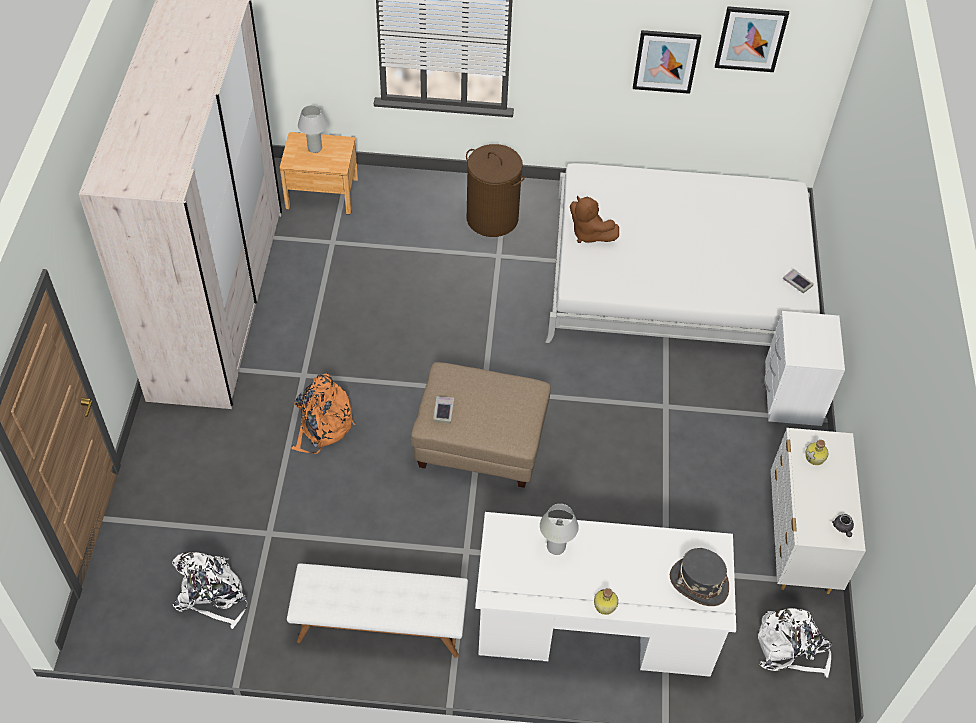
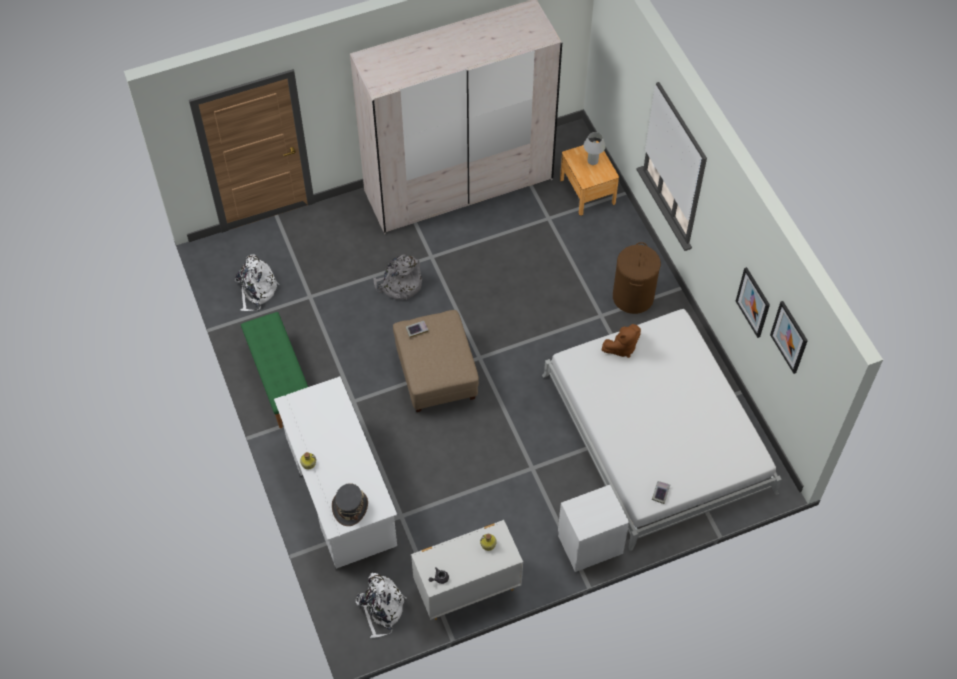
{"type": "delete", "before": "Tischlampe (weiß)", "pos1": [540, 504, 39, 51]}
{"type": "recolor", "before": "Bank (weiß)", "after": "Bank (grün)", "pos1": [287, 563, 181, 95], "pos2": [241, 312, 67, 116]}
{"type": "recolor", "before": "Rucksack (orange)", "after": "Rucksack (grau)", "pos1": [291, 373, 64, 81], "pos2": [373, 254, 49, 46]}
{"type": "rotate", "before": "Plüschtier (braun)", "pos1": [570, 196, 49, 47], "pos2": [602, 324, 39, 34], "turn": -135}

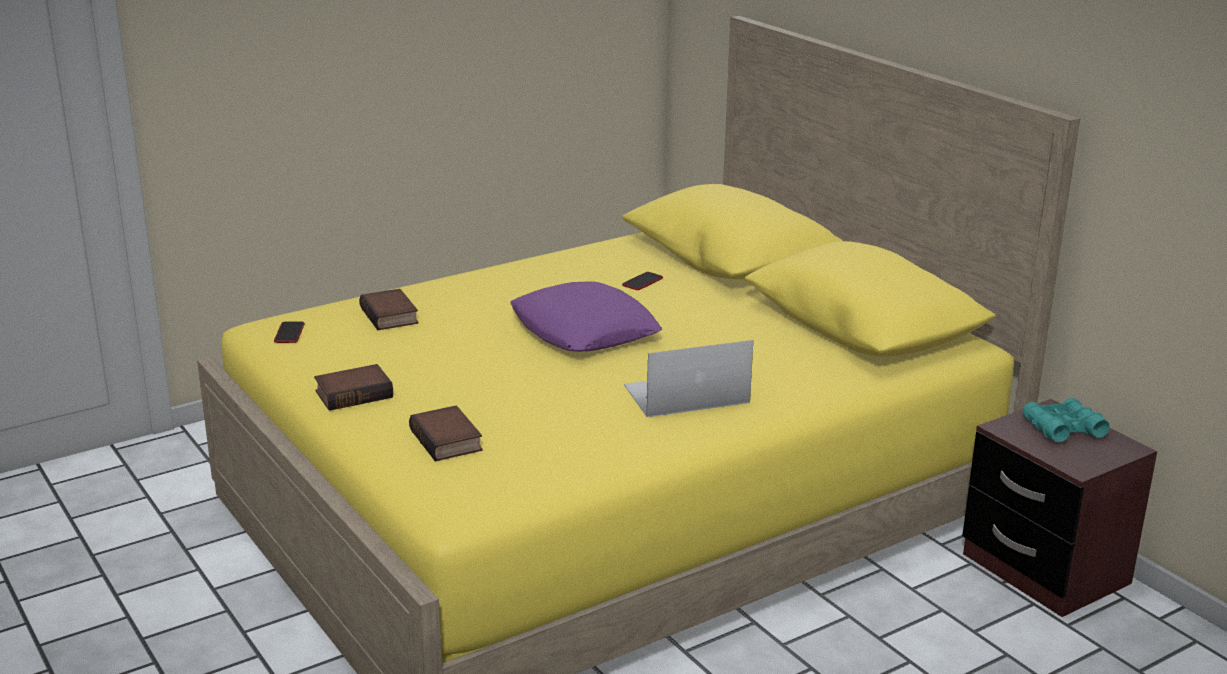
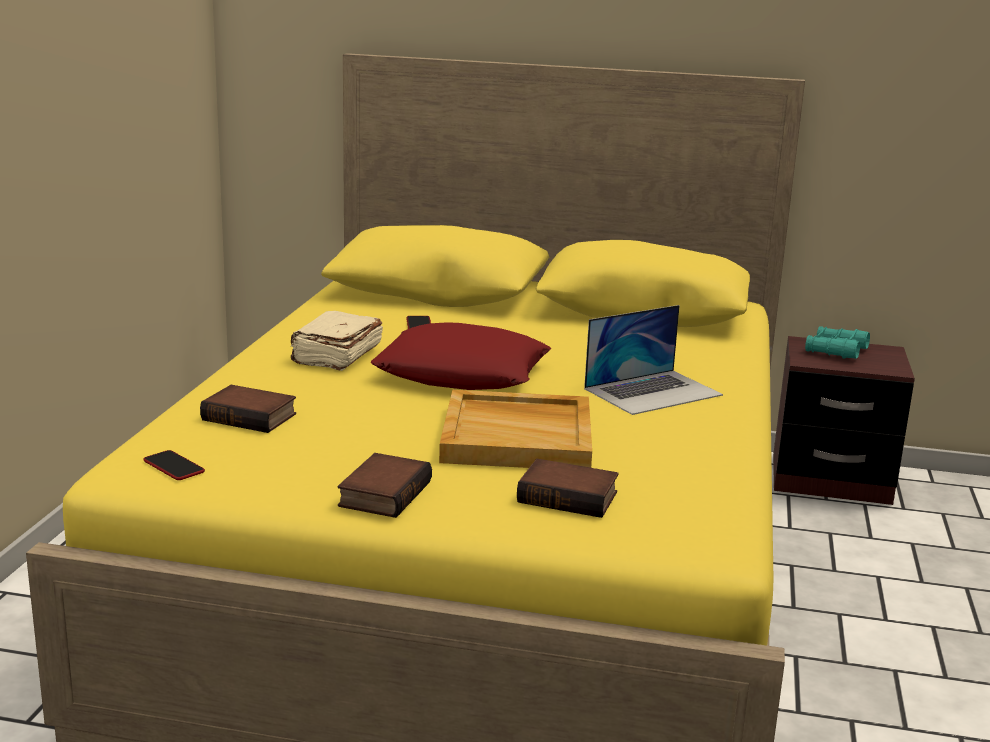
{"type": "insert", "after": "Buch (beige)", "pos2": [290, 311, 93, 60]}
{"type": "insert", "after": "Tablett (beige)", "pos2": [439, 390, 153, 78]}
{"type": "recolor", "before": "Kissen (lila)", "after": "Kissen (rot)", "pos1": [510, 281, 153, 70], "pos2": [370, 322, 181, 68]}
{"type": "rotate", "before": "Laptop", "pos1": [624, 340, 129, 77], "pos2": [584, 305, 139, 110], "turn": -150}

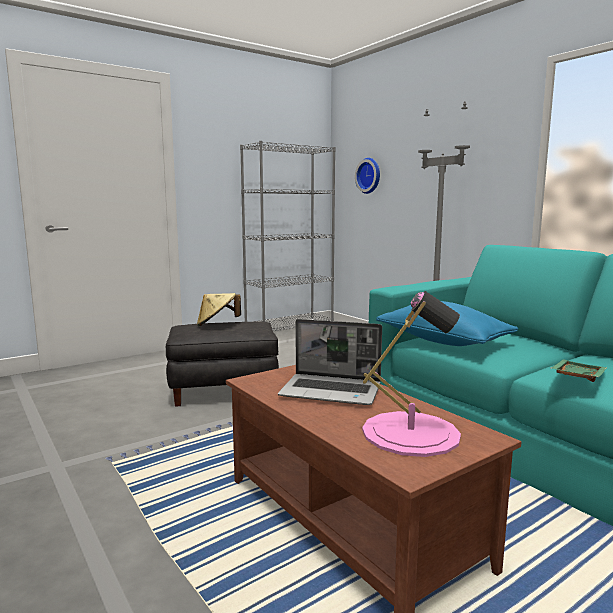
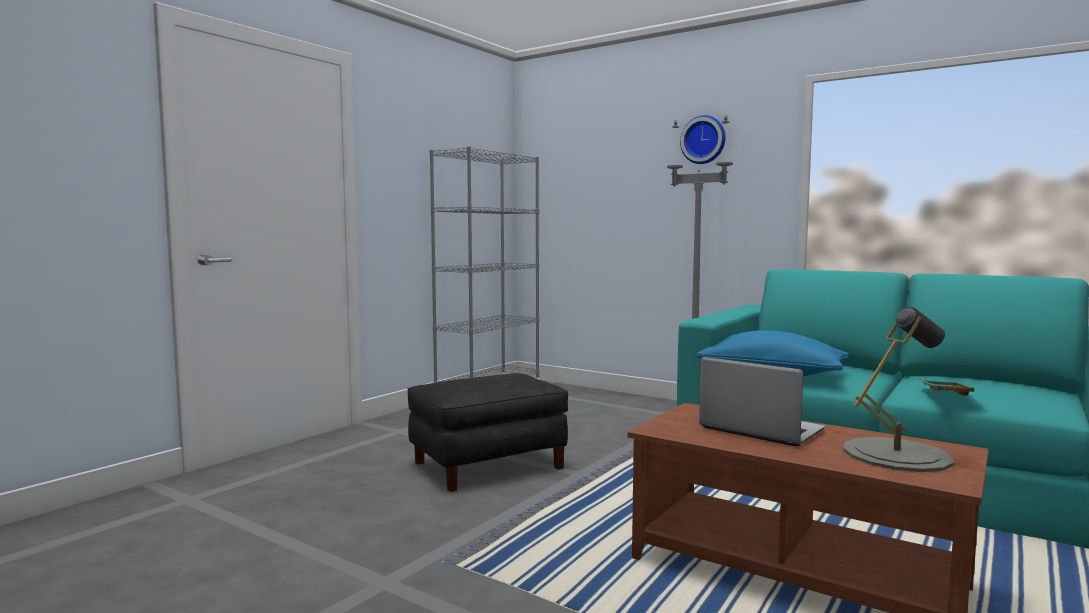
{"type": "delete", "before": "Hut (beige)", "pos1": [197, 293, 44, 34]}
{"type": "move", "before": "Wanduhr", "pos1": [355, 158, 25, 36], "pos2": [680, 115, 46, 49]}
{"type": "recolor", "before": "Tischlampe (rosa)", "after": "Tischlampe (grau)", "pos1": [362, 291, 99, 166], "pos2": [843, 307, 111, 165]}
{"type": "rotate", "before": "Laptop", "pos1": [278, 319, 104, 86], "pos2": [699, 357, 126, 89], "turn": -135}

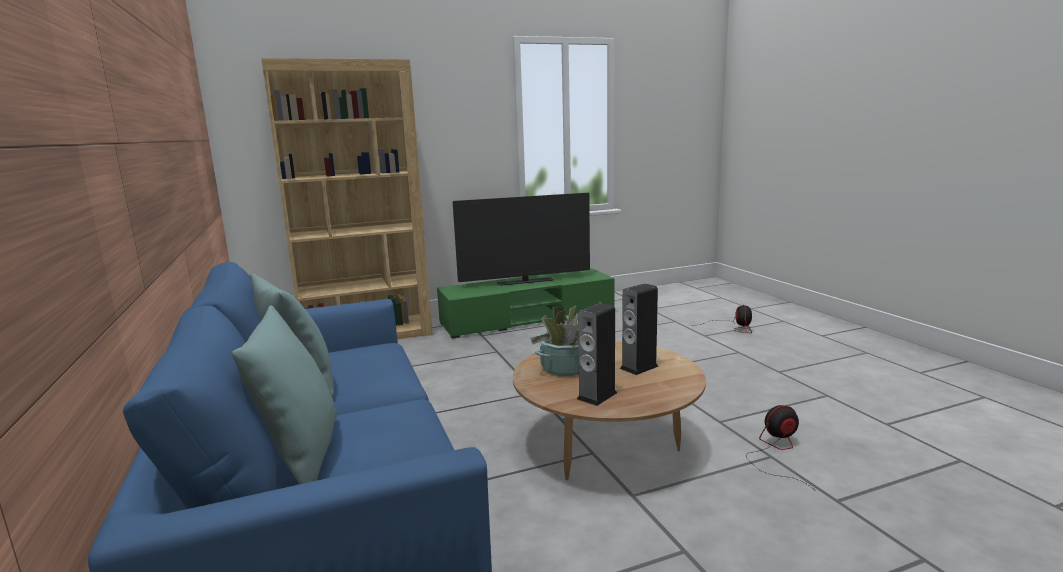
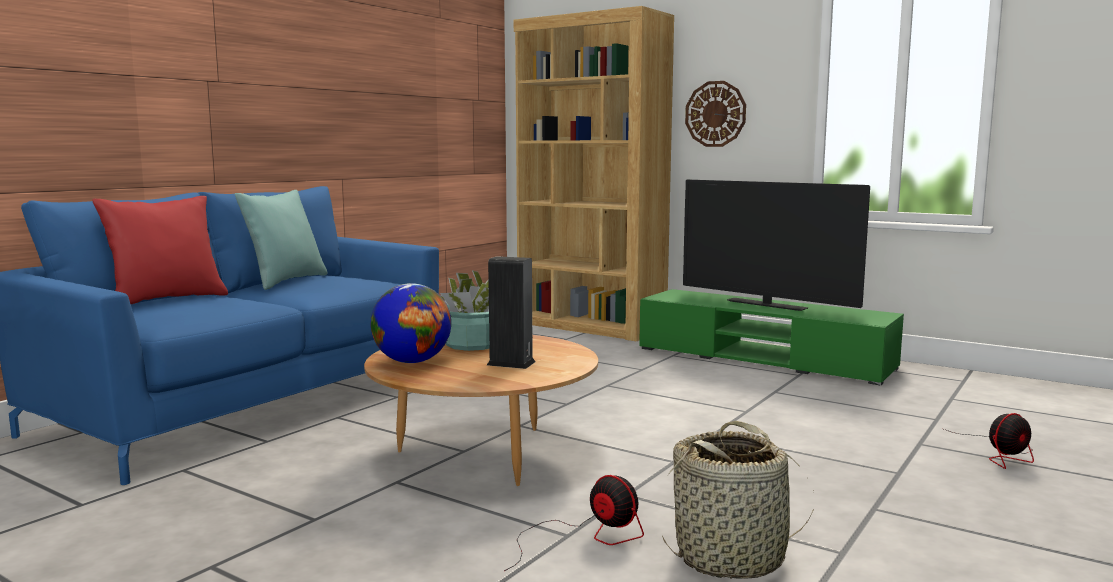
{"type": "insert", "after": "Korb", "pos2": [662, 421, 152, 158]}
{"type": "insert", "after": "Wanduhr", "pos2": [685, 81, 61, 66]}
{"type": "replace", "before": "Lautsprecher", "after": "Globus", "pos1": [577, 303, 40, 103], "pos2": [370, 283, 81, 80]}
{"type": "recolor", "before": "Kissen (türkis)", "after": "Kissen (rot)", "pos1": [232, 305, 105, 179], "pos2": [92, 196, 136, 108]}

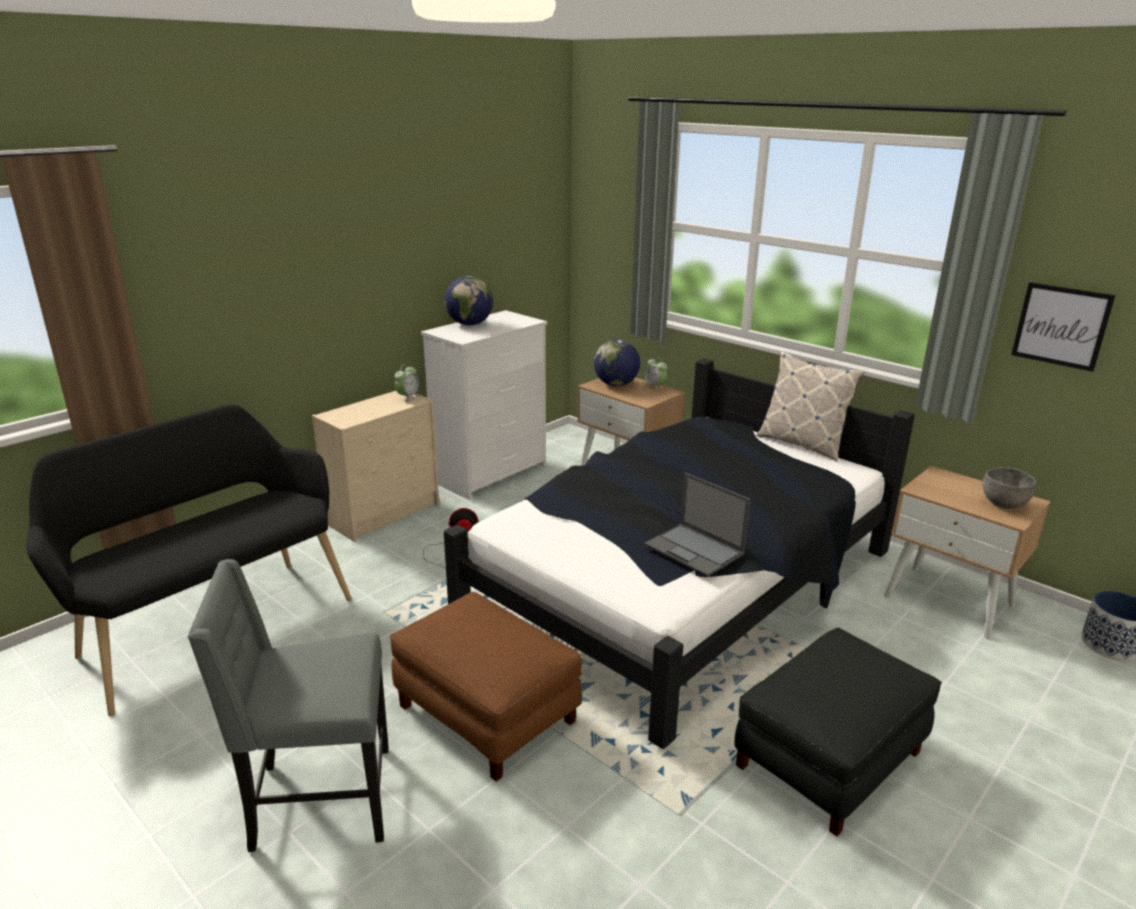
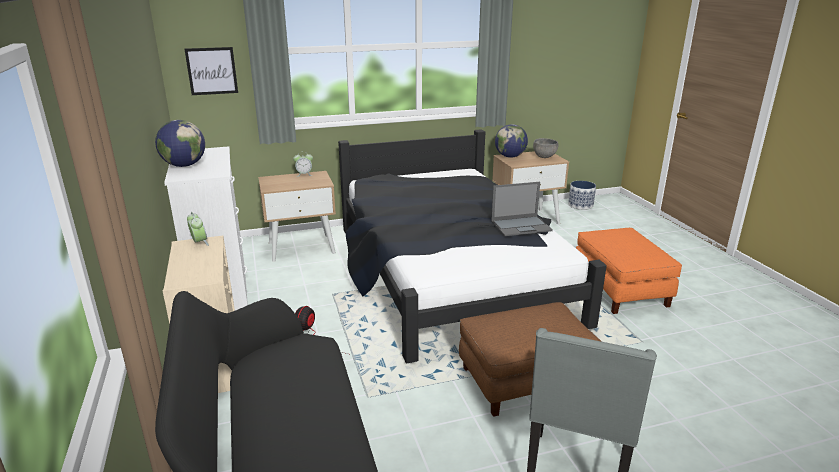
{"type": "delete", "before": "Kissen", "pos1": [756, 351, 109, 111]}
{"type": "move", "before": "Globus", "pos1": [594, 339, 46, 47], "pos2": [495, 124, 33, 34]}
{"type": "move", "before": "Bild", "pos1": [1011, 282, 104, 90], "pos2": [185, 47, 53, 48]}
{"type": "recolor", "before": "Polsterhocker (schwarz)", "after": "Polsterhocker (orange)", "pos1": [735, 628, 207, 208], "pos2": [576, 228, 106, 86]}

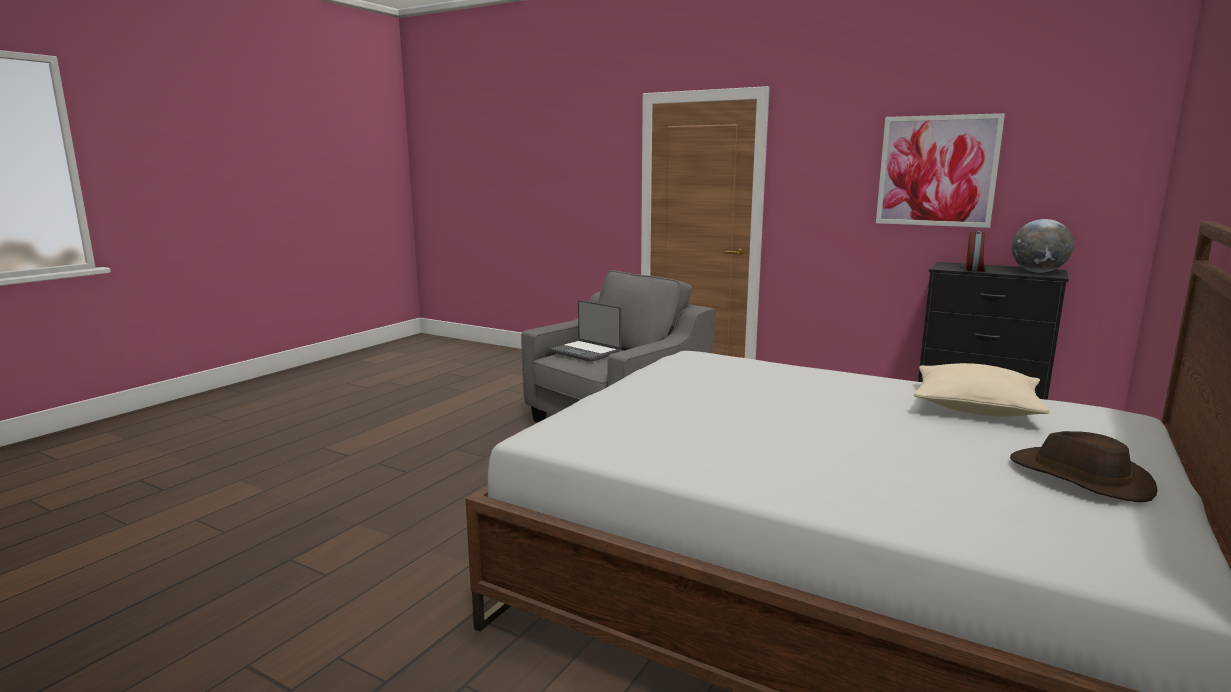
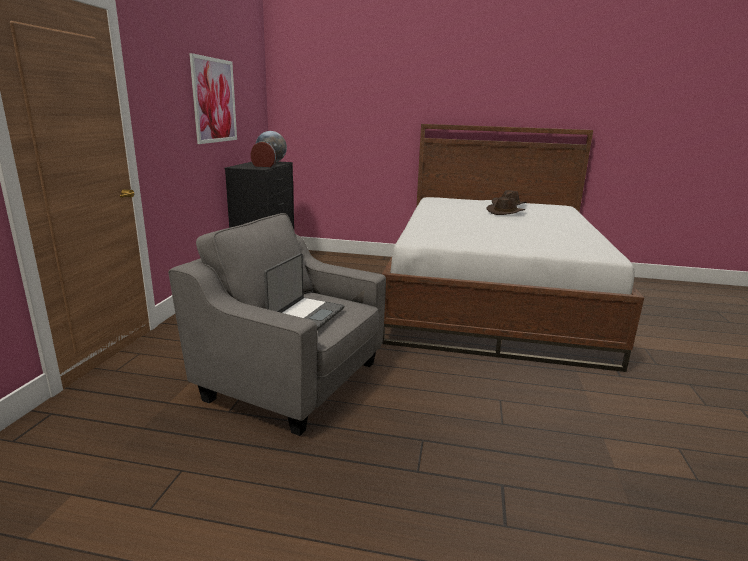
{"type": "delete", "before": "Kissen (beige)", "pos1": [914, 363, 135, 54]}
{"type": "insert", "after": "Hut (braun)", "pos2": [487, 197, 38, 18]}

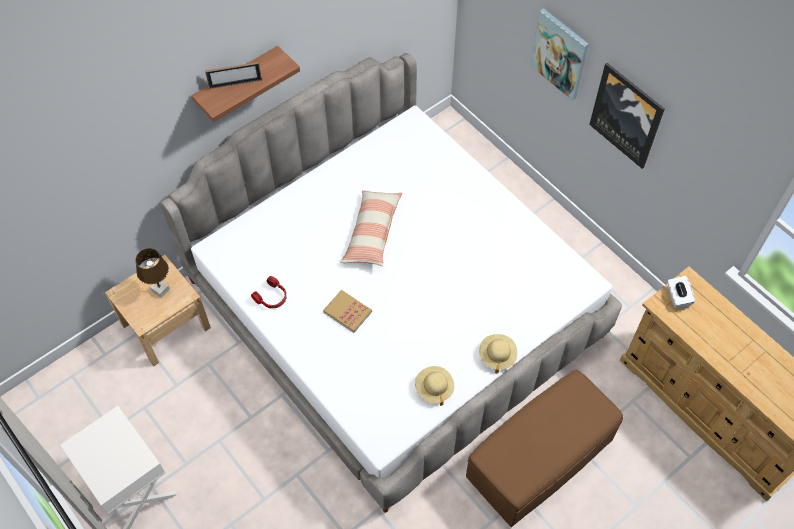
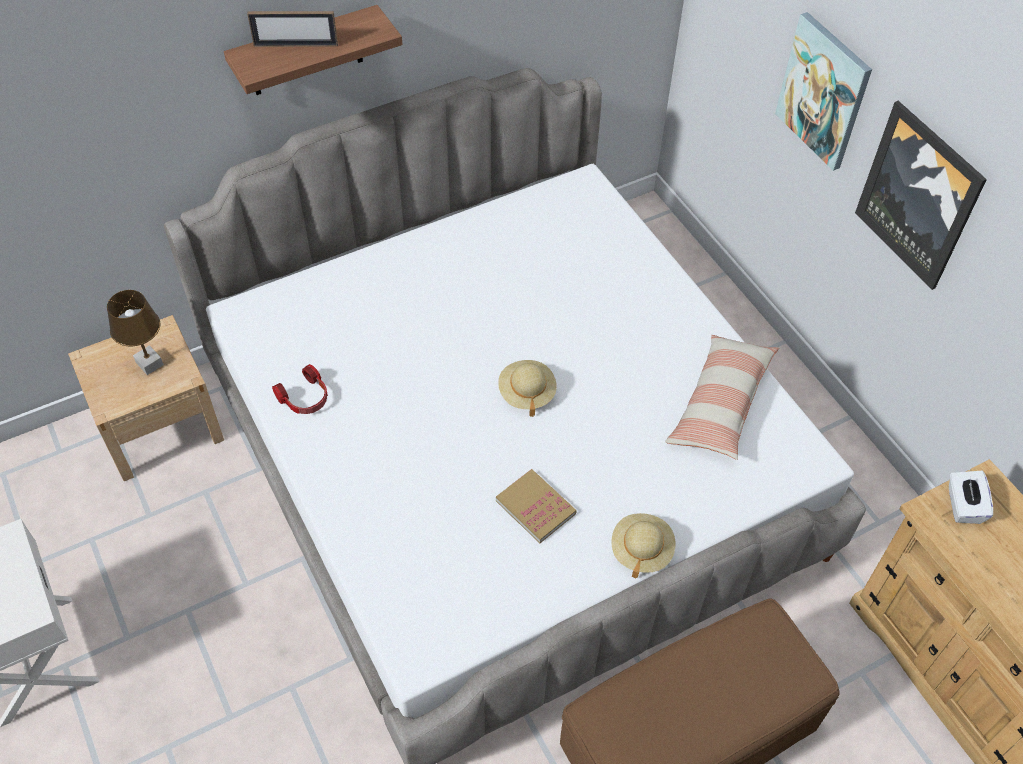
{"type": "move", "before": "Buch", "pos1": [323, 290, 49, 43], "pos2": [496, 469, 81, 74]}
{"type": "move", "before": "Kissen", "pos1": [340, 190, 63, 76], "pos2": [665, 335, 114, 125]}
{"type": "move", "before": "Hut (beige)", "pos1": [415, 366, 39, 40], "pos2": [498, 360, 59, 57]}

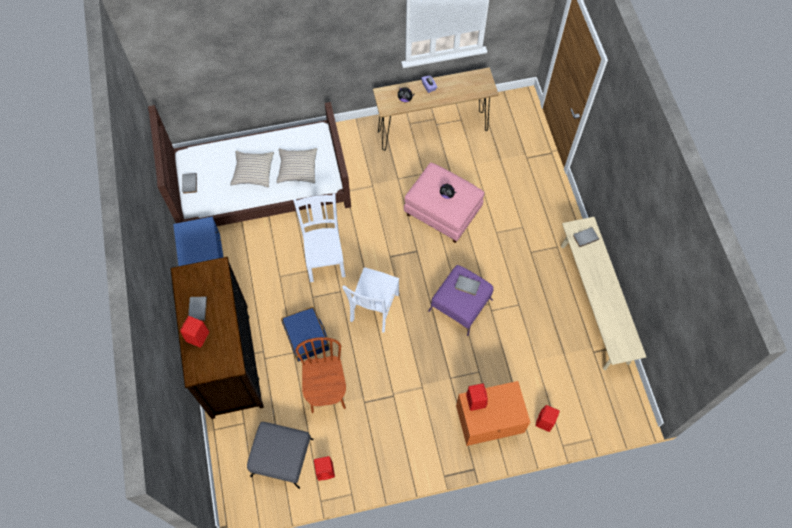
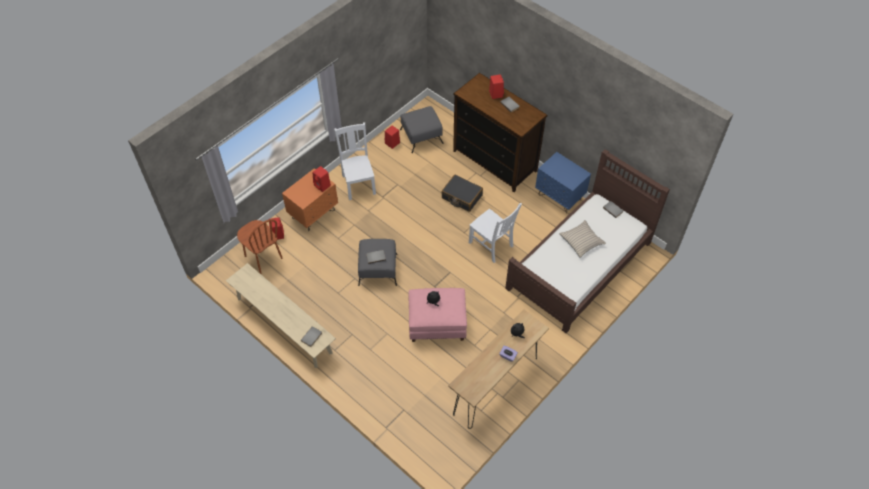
{"type": "delete", "before": "Kissen (beige)", "pos1": [277, 148, 40, 35]}
{"type": "move", "before": "Stuhl (braun)", "pos1": [296, 337, 50, 76], "pos2": [237, 219, 46, 55]}
{"type": "move", "before": "Stuhl (weiß)", "pos1": [342, 267, 57, 65], "pos2": [334, 122, 42, 78]}
{"type": "recolor", "before": "Koffer (blau)", "after": "Koffer (schwarz)", "pos1": [281, 307, 49, 55], "pos2": [441, 174, 42, 38]}
{"type": "recolor", "before": "Polsterhocker (lila)", "after": "Polsterhocker (grau)", "pos1": [428, 265, 66, 71], "pos2": [358, 239, 39, 47]}

